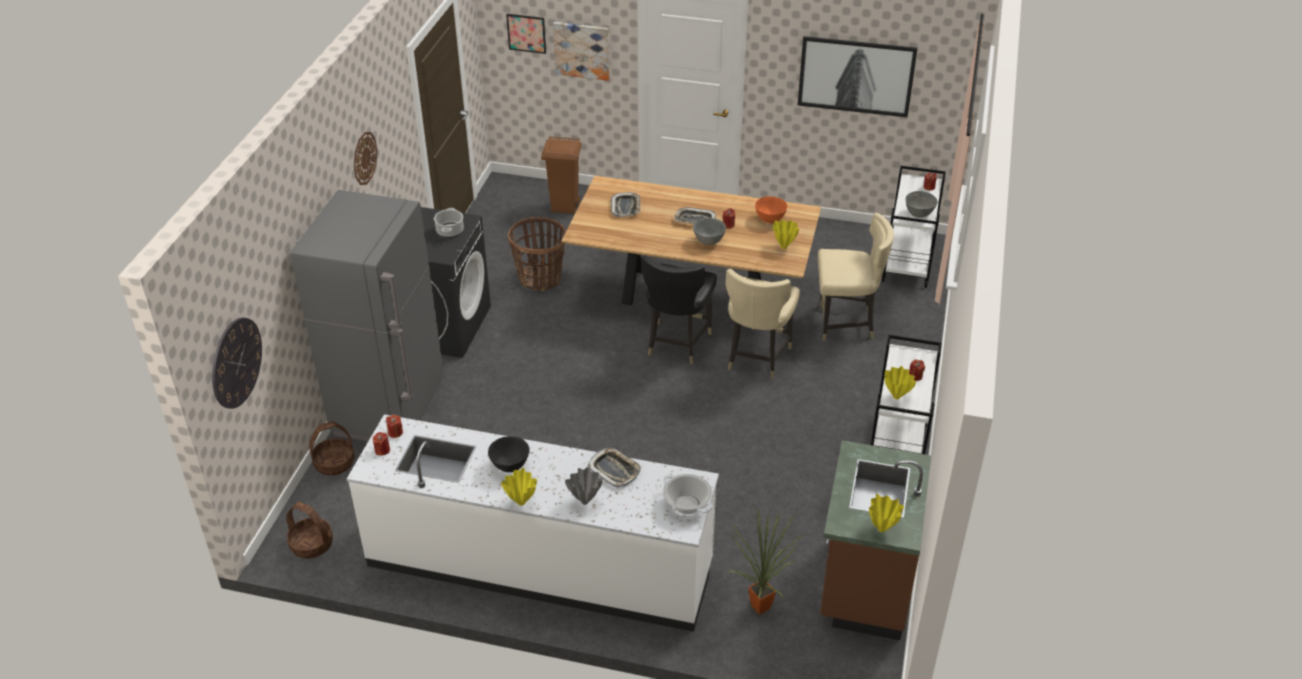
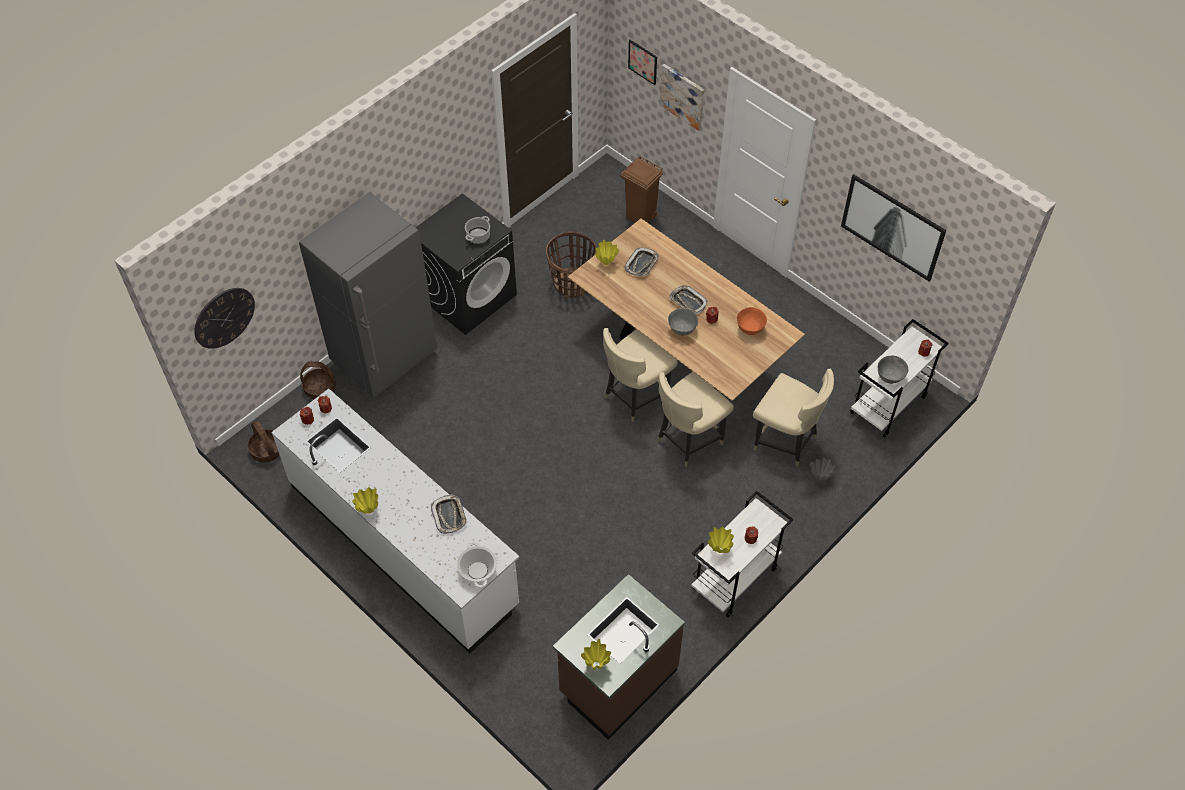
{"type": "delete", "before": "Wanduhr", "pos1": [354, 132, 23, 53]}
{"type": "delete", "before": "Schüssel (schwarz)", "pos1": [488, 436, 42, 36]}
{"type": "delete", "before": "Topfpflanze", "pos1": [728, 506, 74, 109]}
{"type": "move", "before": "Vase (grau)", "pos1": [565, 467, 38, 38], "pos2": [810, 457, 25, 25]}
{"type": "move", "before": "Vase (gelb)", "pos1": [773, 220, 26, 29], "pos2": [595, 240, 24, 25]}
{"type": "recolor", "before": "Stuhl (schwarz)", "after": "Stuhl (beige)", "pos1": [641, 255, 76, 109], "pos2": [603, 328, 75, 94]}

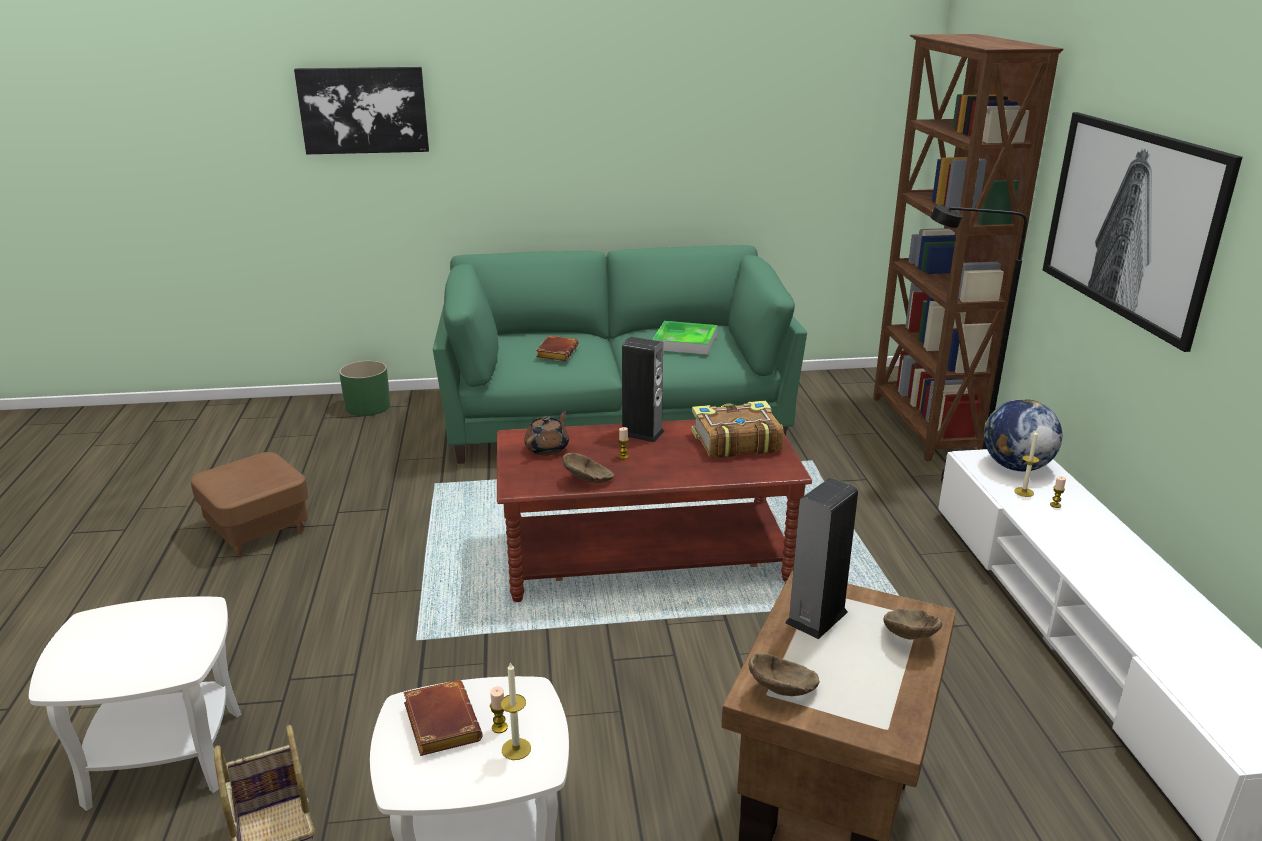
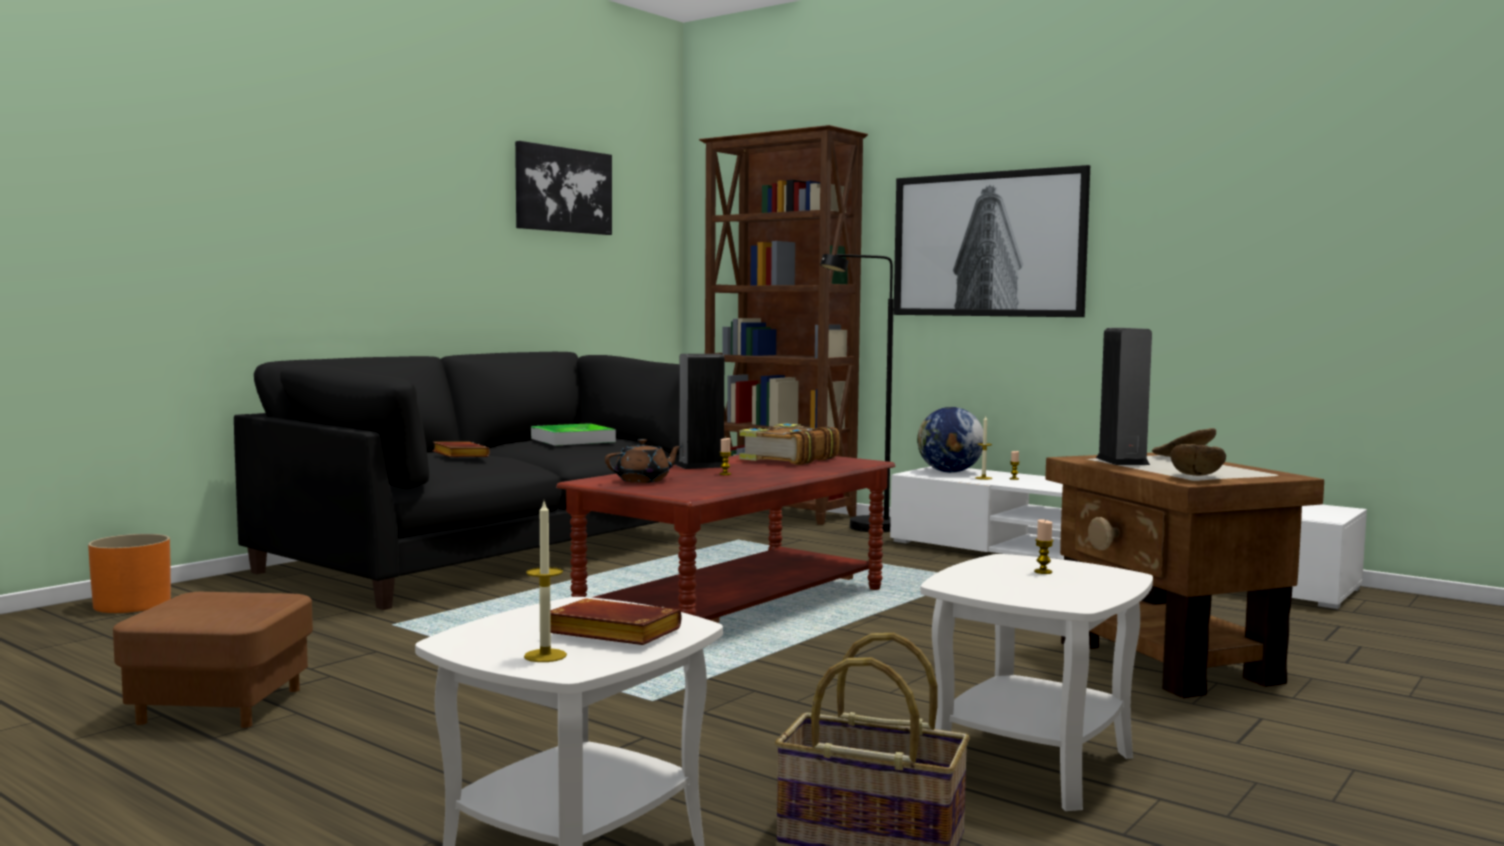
{"type": "delete", "before": "Schüssel (braun)", "pos1": [563, 453, 51, 30]}
{"type": "move", "before": "Bild", "pos1": [294, 67, 135, 87], "pos2": [515, 141, 97, 94]}
{"type": "move", "before": "Buch (braun)", "pos1": [404, 680, 79, 76], "pos2": [550, 598, 131, 47]}
{"type": "move", "before": "Kerze", "pos1": [500, 662, 31, 98], "pos2": [524, 502, 43, 160]}
{"type": "recolor", "before": "Pflanzkübel (grün)", "after": "Pflanzkübel (orange)", "pos1": [339, 360, 51, 56], "pos2": [88, 534, 83, 79]}
{"type": "recolor", "before": "Sofa (grün)", "after": "Sofa (schwarz)", "pos1": [433, 245, 374, 219], "pos2": [234, 352, 445, 258]}
{"type": "rotate", "before": "Teekanne (braun)", "pos1": [524, 410, 45, 46], "pos2": [605, 439, 77, 44], "turn": 75}

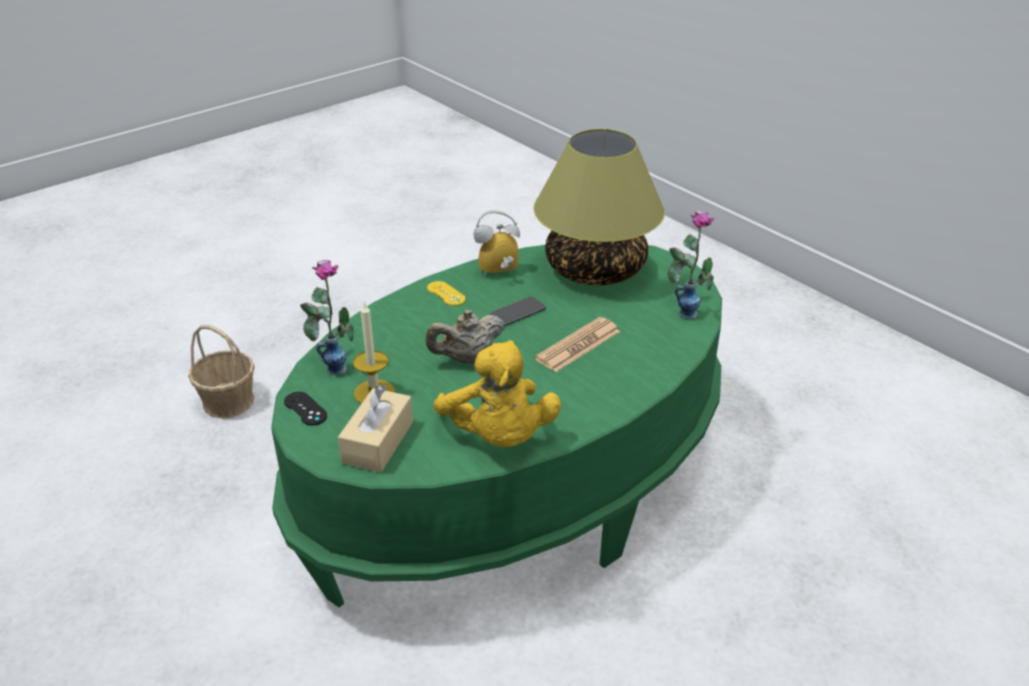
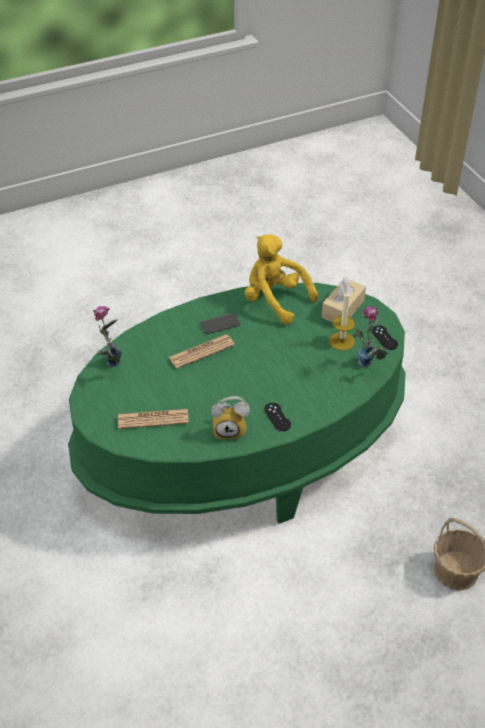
{"type": "delete", "before": "Teekanne (beige)", "pos1": [426, 310, 79, 53]}
{"type": "move", "before": "Handy", "pos1": [489, 296, 57, 30], "pos2": [200, 313, 41, 21]}
{"type": "replace", "before": "Tischlampe", "after": "Zeitung", "pos1": [533, 129, 132, 157], "pos2": [118, 409, 71, 20]}
{"type": "recolor", "before": "Gamepad (gelb)", "after": "Gamepad (schwarz)", "pos1": [427, 281, 39, 25], "pos2": [264, 403, 27, 28]}
{"type": "rotate", "before": "Plüschtier (gelb)", "pos1": [433, 340, 128, 107], "pos2": [244, 234, 74, 91], "turn": -45}

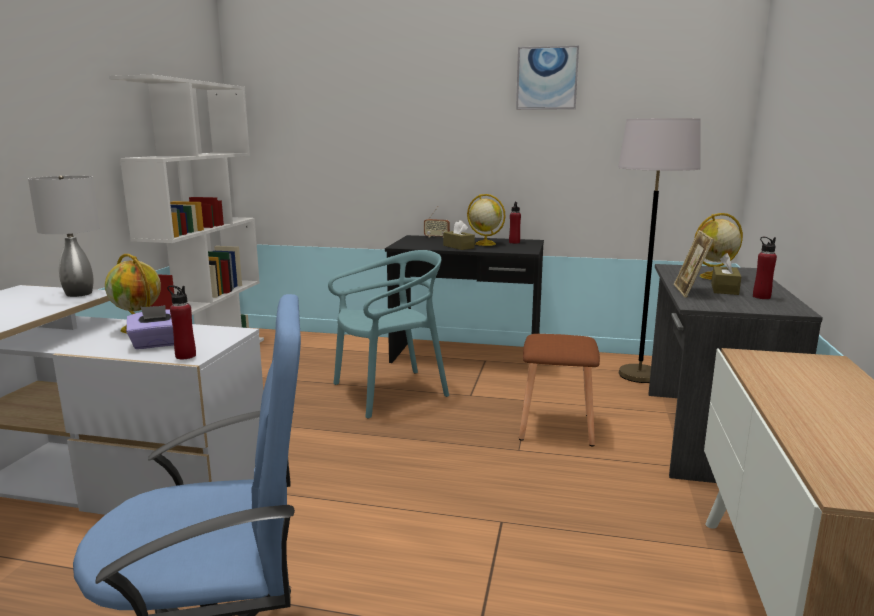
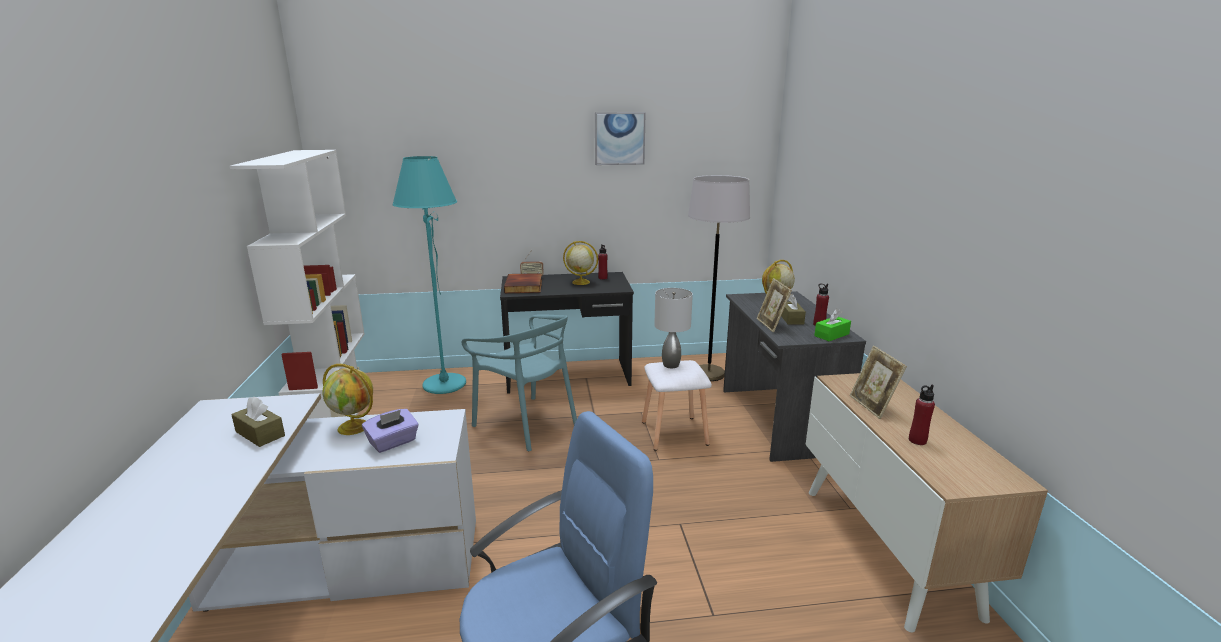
{"type": "insert", "after": "Stehlampe (türkis)", "pos2": [392, 156, 74, 238]}
{"type": "insert", "after": "Buch", "pos2": [504, 273, 38, 20]}
{"type": "insert", "after": "Taschentuchbox (grün)", "pos2": [814, 309, 37, 32]}
{"type": "insert", "after": "Bilderrahmen", "pos2": [850, 346, 57, 73]}
{"type": "move", "before": "Tischlampe (grau)", "pos1": [28, 175, 72, 122], "pos2": [654, 288, 39, 80]}
{"type": "move", "before": "Flasche (rot)", "pos1": [167, 285, 29, 74], "pos2": [909, 384, 26, 61]}
{"type": "move", "before": "Taschentuchbox (braun)", "pos1": [443, 220, 32, 30], "pos2": [231, 396, 54, 51]}
{"type": "recolor", "before": "Hocker (braun)", "after": "Hocker (weiß)", "pos1": [519, 334, 81, 112], "pos2": [642, 360, 70, 91]}
{"type": "rotate", "before": "Stuhl (türkis)", "pos1": [328, 250, 121, 169], "pos2": [461, 314, 116, 137], "turn": 90}

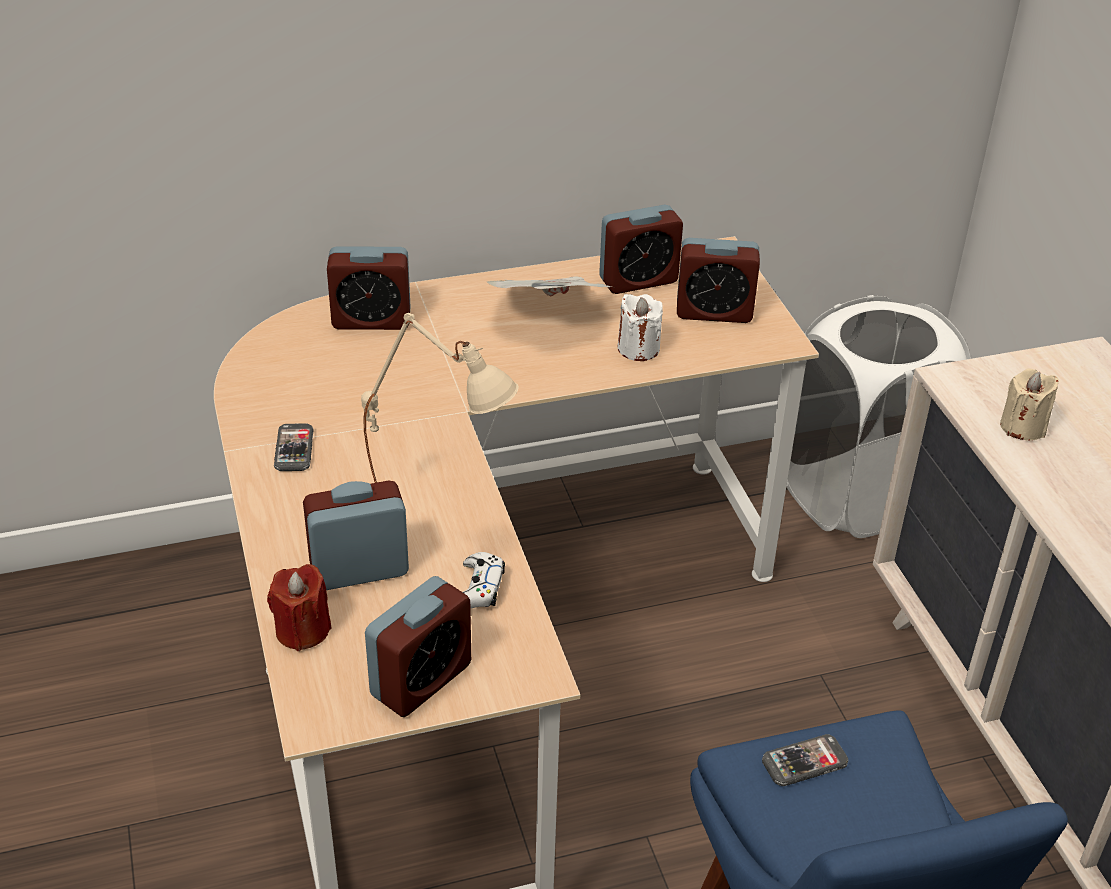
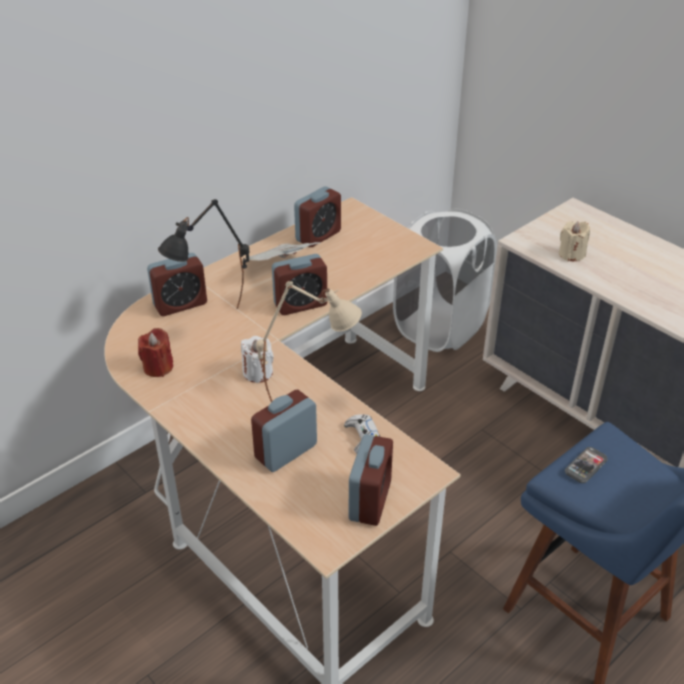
{"type": "delete", "before": "Handy", "pos1": [274, 423, 40, 48]}
{"type": "insert", "after": "Tischlampe (schwarz)", "pos2": [158, 199, 91, 110]}
{"type": "move", "before": "Kerze (rot)", "pos1": [267, 564, 64, 87], "pos2": [138, 328, 35, 49]}
{"type": "move", "before": "Kerze (weiß)", "pos1": [617, 294, 46, 67], "pos2": [241, 336, 33, 47]}
{"type": "move", "before": "Wecker", "pos1": [677, 238, 83, 85], "pos2": [272, 254, 55, 61]}

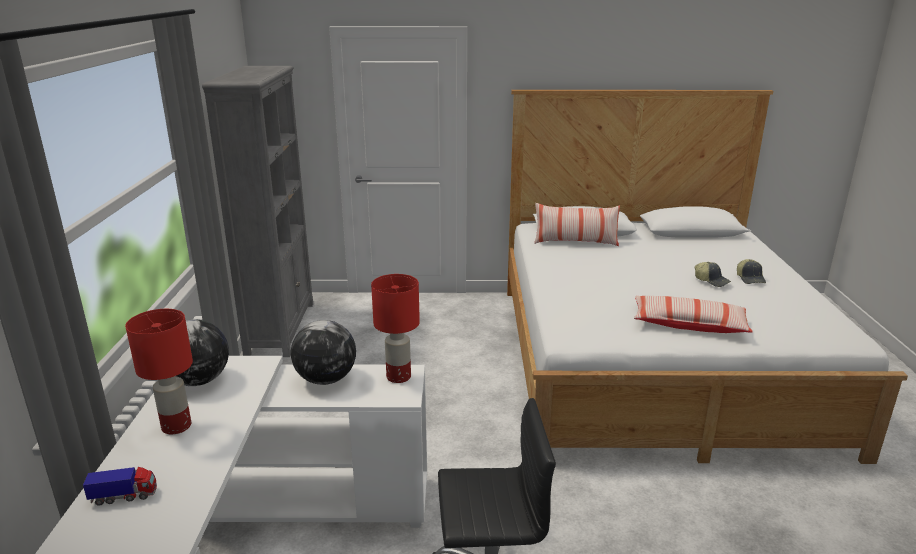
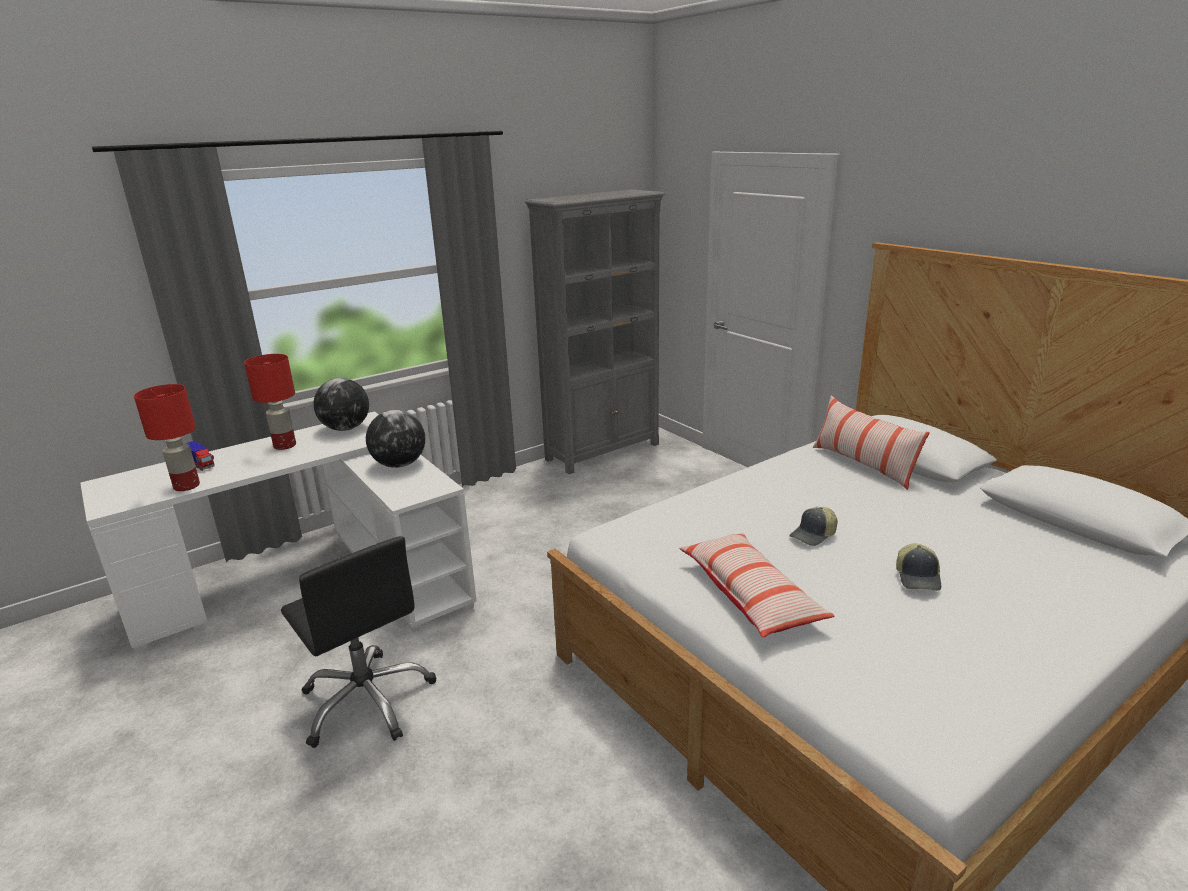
{"type": "move", "before": "Tischlampe (rot)", "pos1": [371, 274, 49, 109], "pos2": [134, 384, 66, 107]}
{"type": "move", "before": "Kappe", "pos1": [737, 259, 29, 25], "pos2": [789, 507, 49, 39]}

